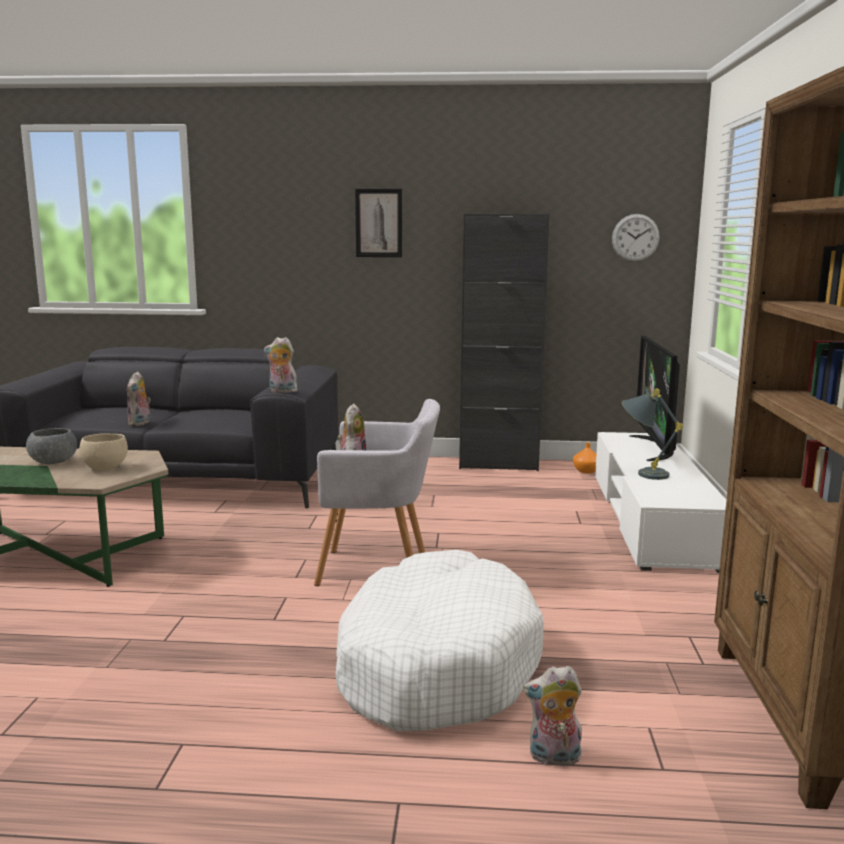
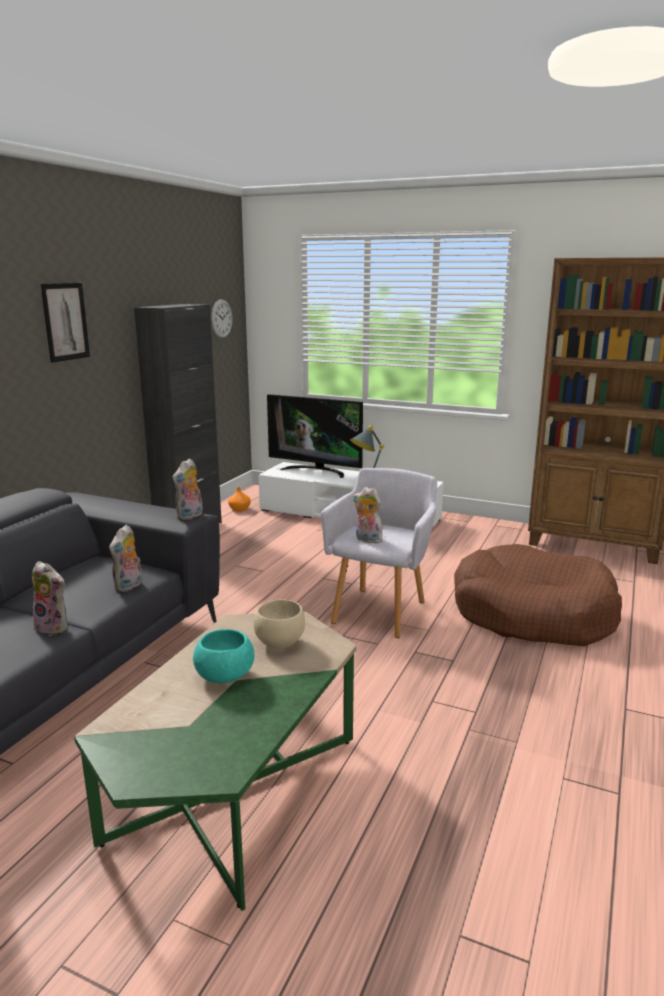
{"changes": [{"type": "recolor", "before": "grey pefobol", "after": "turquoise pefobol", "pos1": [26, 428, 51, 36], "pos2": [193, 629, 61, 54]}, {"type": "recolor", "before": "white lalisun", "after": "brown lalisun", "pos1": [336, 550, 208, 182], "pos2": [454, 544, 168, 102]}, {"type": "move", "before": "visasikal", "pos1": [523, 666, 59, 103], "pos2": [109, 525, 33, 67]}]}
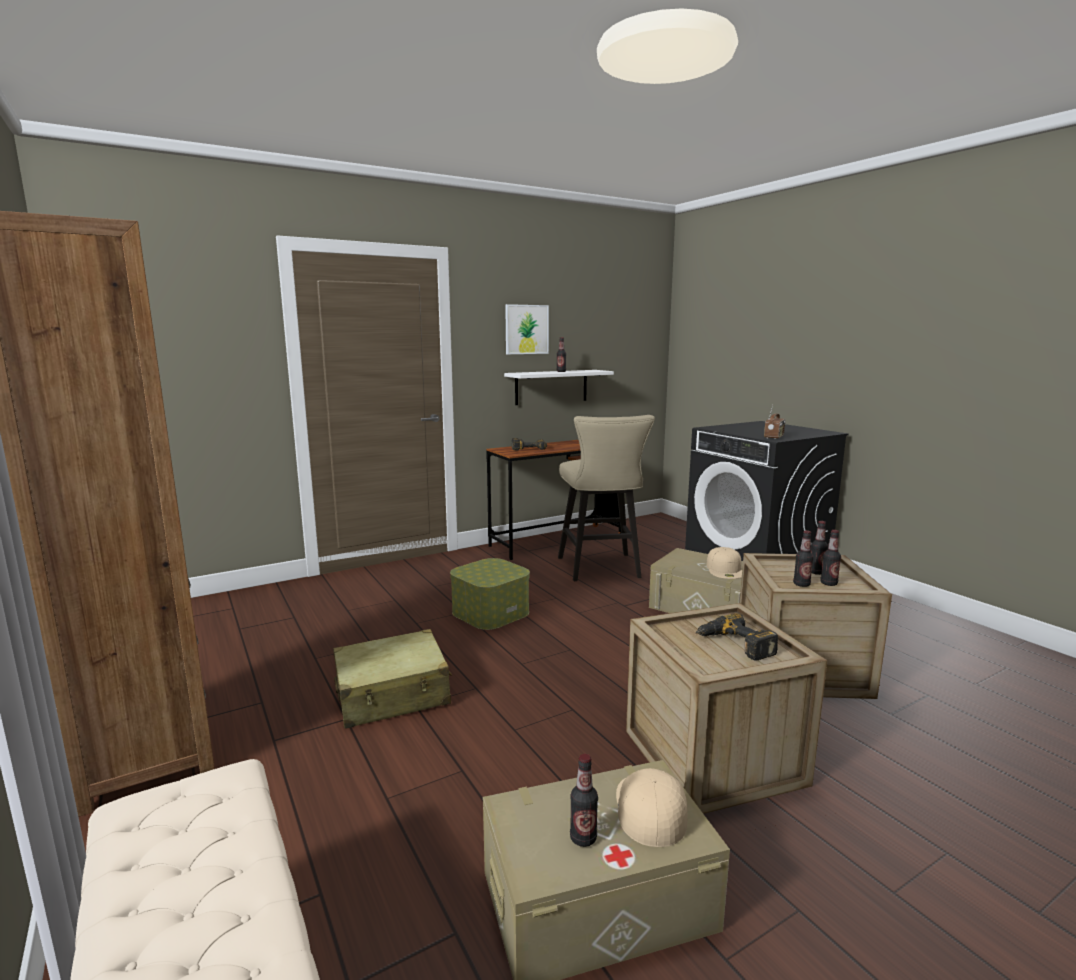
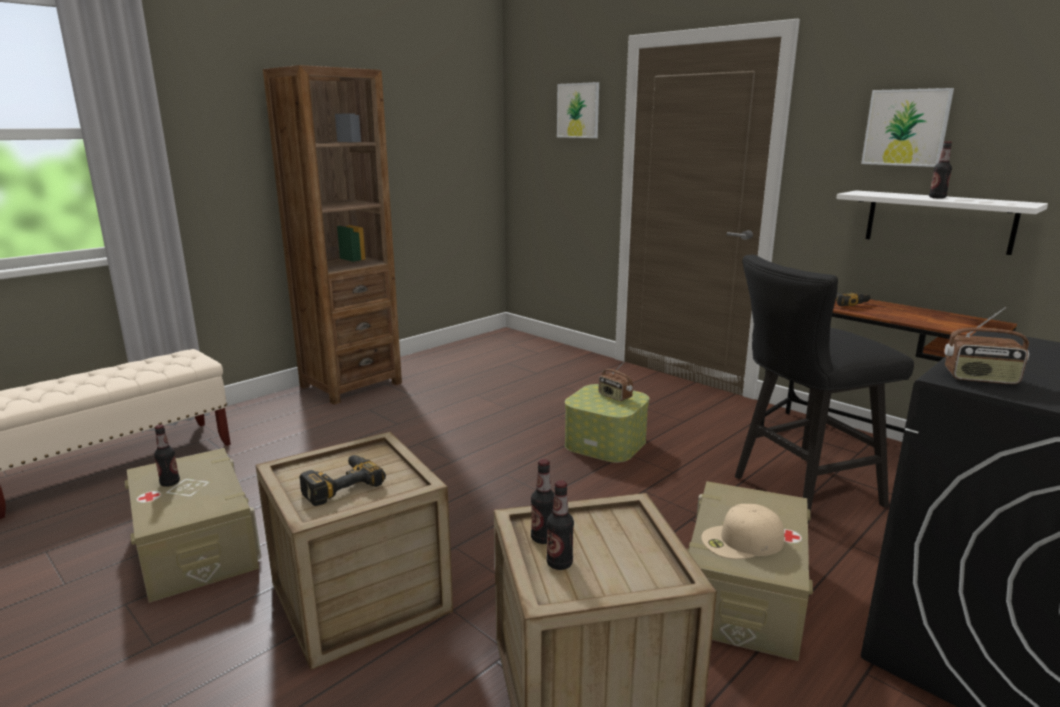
{"changes": [{"type": "delete", "before": "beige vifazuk", "pos1": [333, 629, 119, 100]}, {"type": "recolor", "before": "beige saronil", "after": "black saronil", "pos1": [558, 415, 97, 166], "pos2": [735, 255, 179, 269]}, {"type": "delete", "before": "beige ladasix", "pos1": [616, 768, 72, 79]}, {"type": "delete", "before": "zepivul", "pos1": [811, 521, 17, 54]}, {"type": "insert", "after": "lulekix", "pos2": [557, 82, 42, 56]}, {"type": "insert", "after": "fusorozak", "pos2": [599, 361, 34, 40]}]}
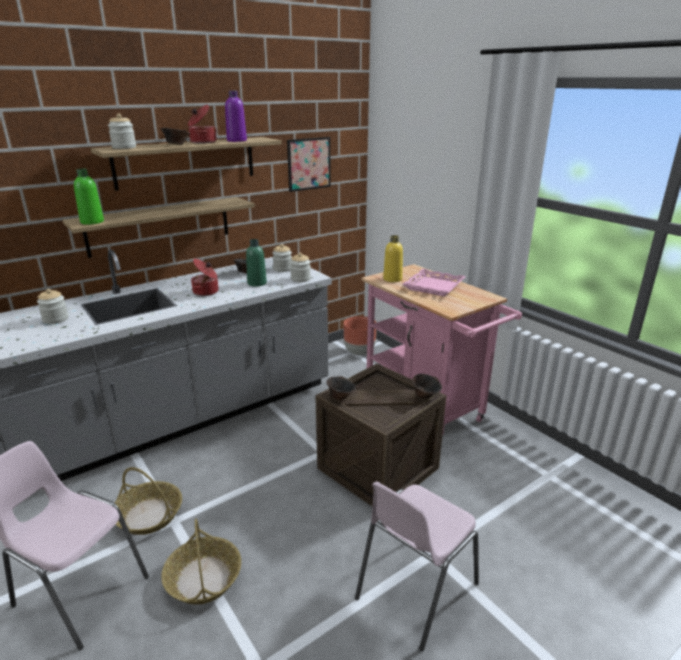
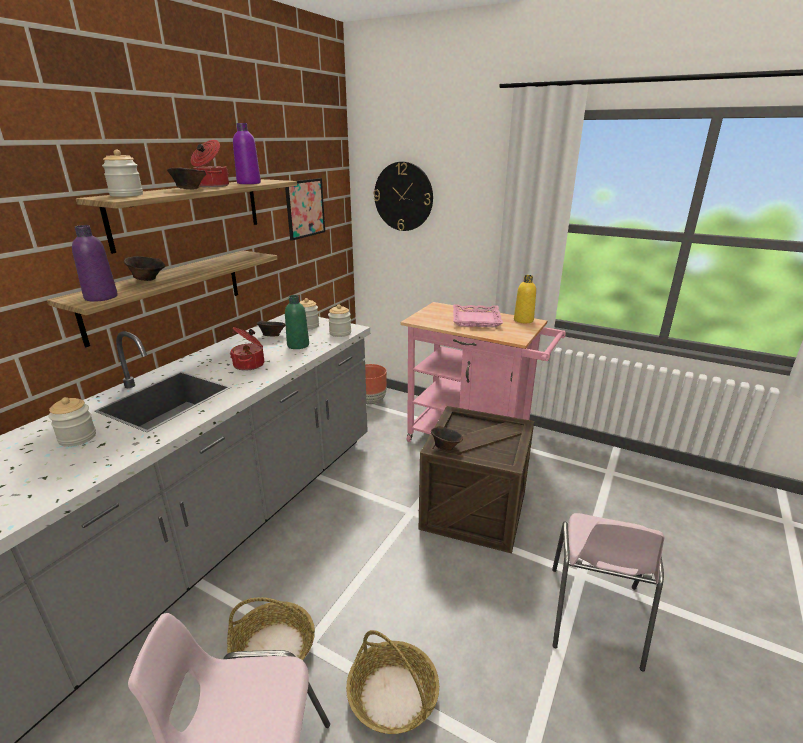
{"changes": [{"type": "recolor", "before": "green zepivul", "after": "purple zepivul", "pos1": [74, 169, 30, 56], "pos2": [72, 225, 46, 77]}, {"type": "move", "before": "yellow zepivul", "pos1": [383, 235, 20, 47], "pos2": [514, 275, 22, 48]}, {"type": "move", "before": "brown pefobol", "pos1": [412, 374, 30, 25], "pos2": [124, 256, 41, 25]}, {"type": "insert", "after": "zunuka", "pos2": [374, 162, 59, 69]}]}
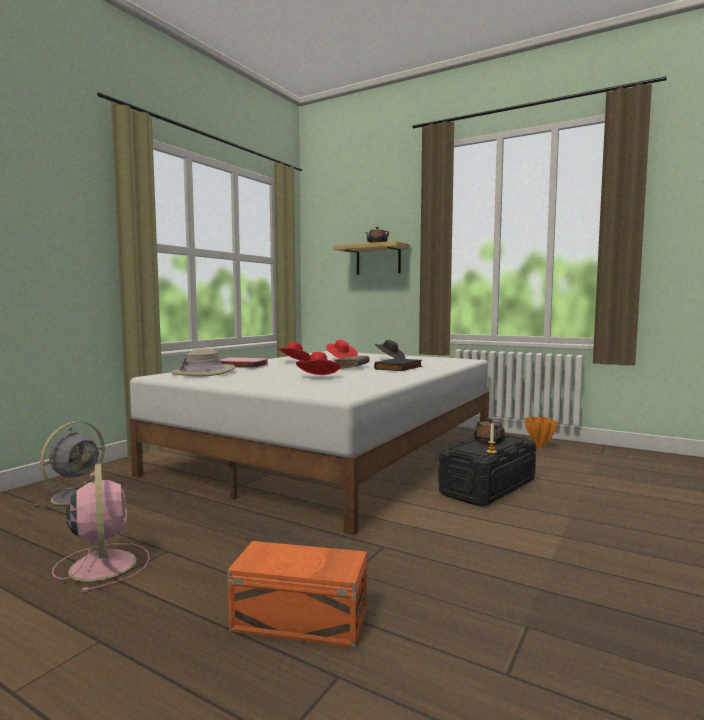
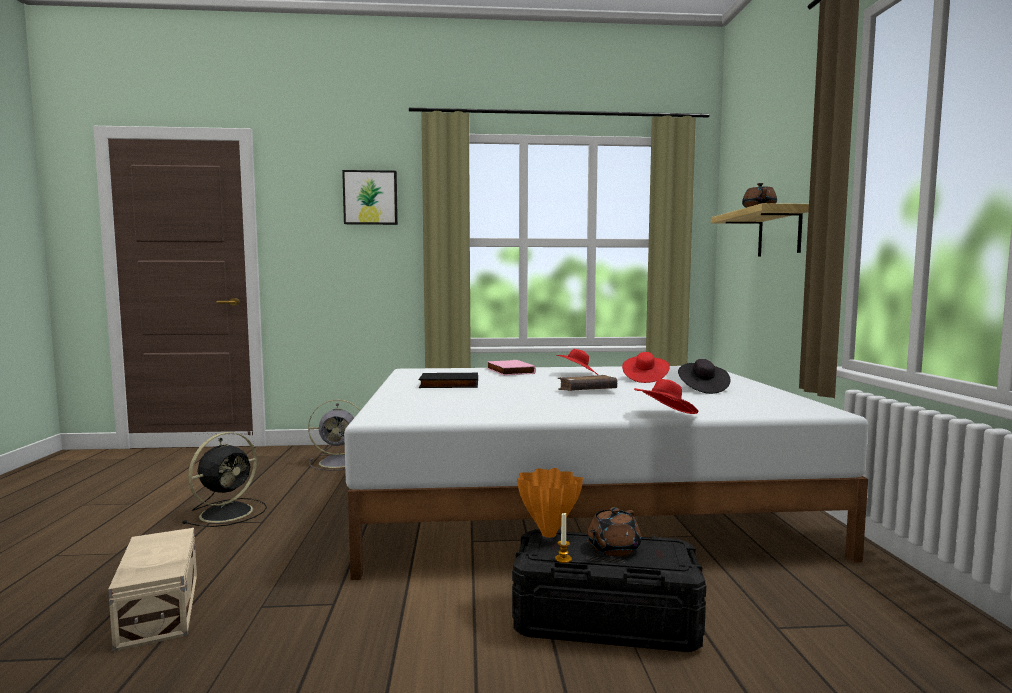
{"changes": [{"type": "recolor", "before": "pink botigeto", "after": "black botigeto", "pos1": [52, 464, 98, 129], "pos2": [182, 432, 85, 95]}, {"type": "delete", "before": "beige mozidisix", "pos1": [171, 348, 64, 28]}, {"type": "recolor", "before": "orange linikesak", "after": "beige linikesak", "pos1": [227, 541, 140, 106], "pos2": [108, 528, 89, 124]}, {"type": "move", "before": "red mozidisix", "pos1": [296, 352, 44, 23], "pos2": [634, 379, 64, 35]}, {"type": "move", "before": "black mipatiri", "pos1": [374, 358, 48, 13], "pos2": [419, 373, 59, 15]}, {"type": "move", "before": "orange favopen", "pos1": [525, 417, 33, 32], "pos2": [517, 468, 66, 70]}, {"type": "insert", "after": "lulekix", "pos2": [342, 170, 56, 55]}]}
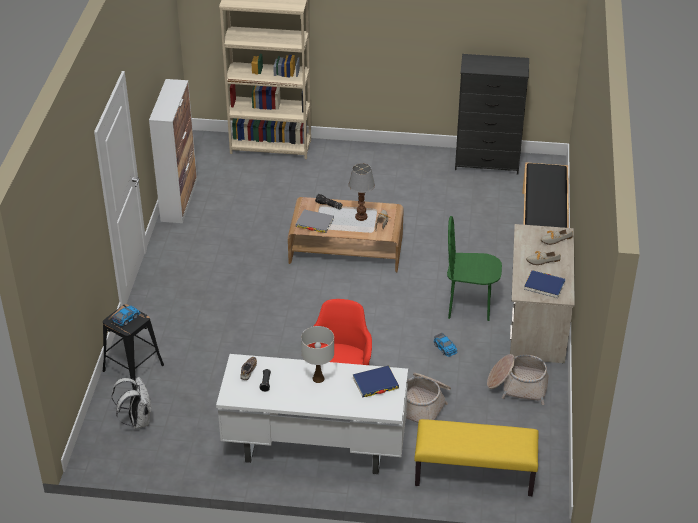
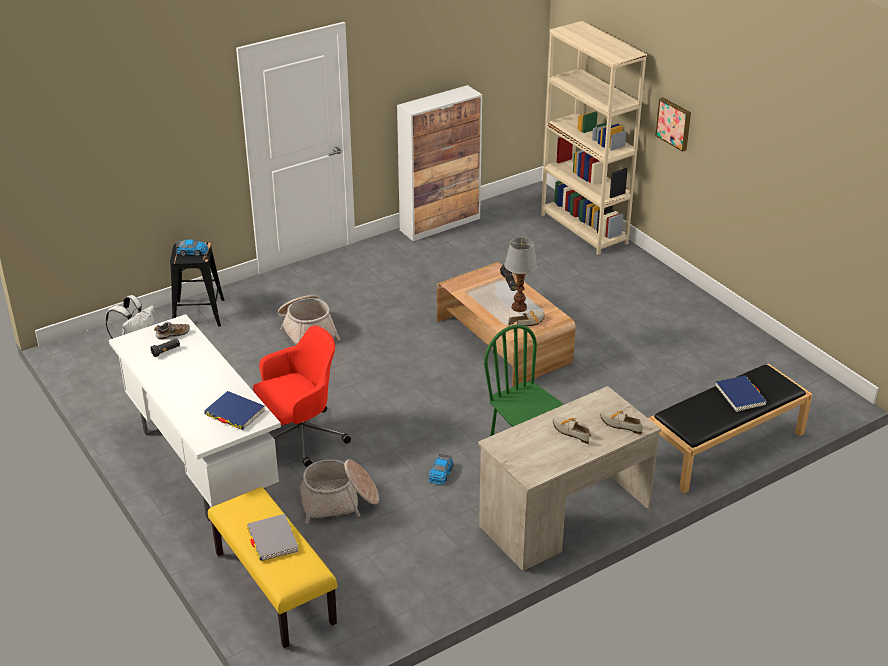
{"changes": [{"type": "move", "before": "grey mipatiri", "pos1": [296, 209, 38, 24], "pos2": [247, 514, 52, 47]}, {"type": "delete", "before": "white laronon", "pos1": [301, 326, 33, 57]}, {"type": "delete", "before": "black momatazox", "pos1": [455, 54, 74, 121]}, {"type": "move", "before": "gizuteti", "pos1": [487, 354, 62, 51], "pos2": [278, 295, 62, 50]}, {"type": "move", "before": "blue mipatiri", "pos1": [524, 270, 42, 28], "pos2": [716, 376, 51, 36]}, {"type": "insert", "after": "lulekix", "pos2": [655, 97, 36, 55]}]}
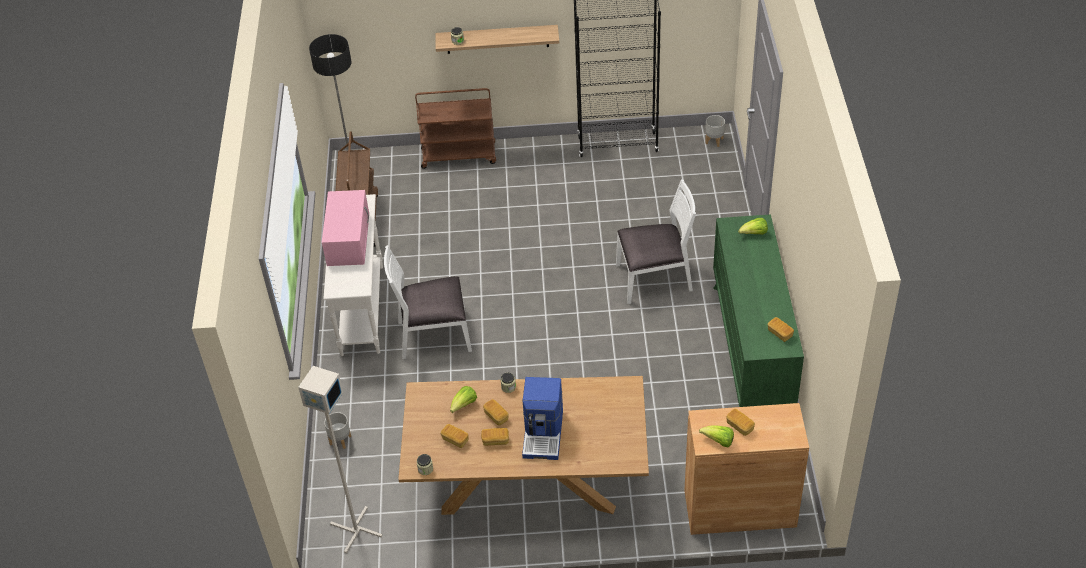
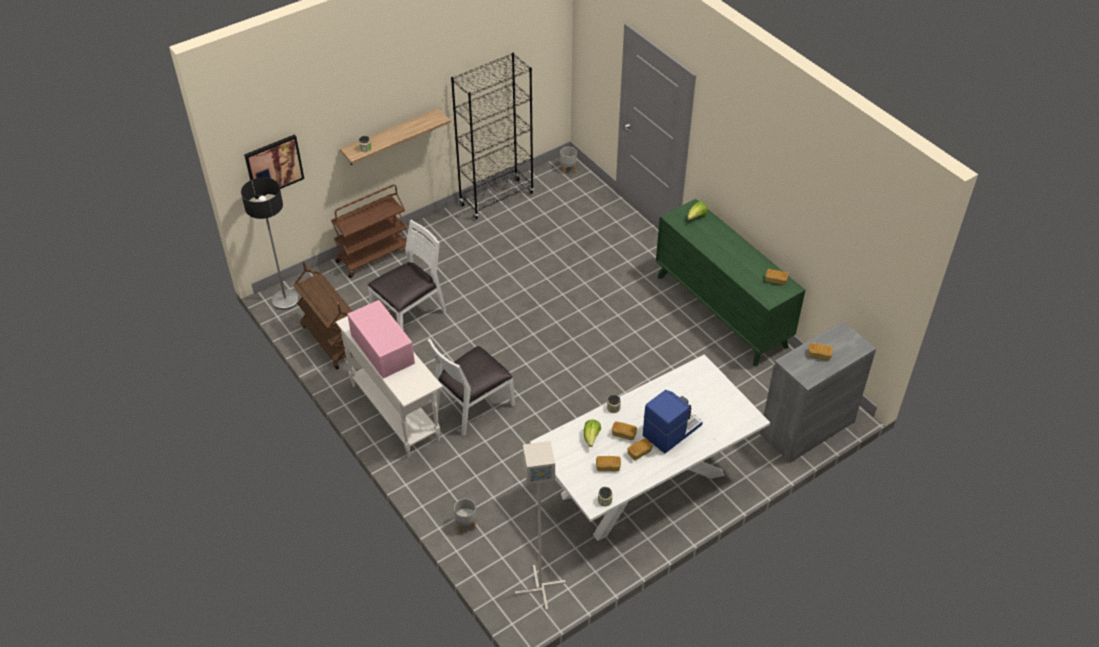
{"changes": [{"type": "recolor", "before": "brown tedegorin", "after": "white tedegorin", "pos1": [398, 376, 251, 139], "pos2": [530, 354, 240, 187]}, {"type": "rotate", "before": "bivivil", "pos1": [522, 377, 41, 83], "pos2": [643, 390, 60, 63], "turn": -105}, {"type": "move", "before": "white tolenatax", "pos1": [616, 180, 80, 124], "pos2": [368, 220, 78, 110]}, {"type": "recolor", "before": "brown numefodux", "after": "grey numefodux", "pos1": [684, 403, 125, 132], "pos2": [760, 321, 116, 142]}, {"type": "delete", "before": "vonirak", "pos1": [699, 425, 35, 22]}, {"type": "insert", "after": "lulekix", "pos2": [244, 135, 60, 64]}]}
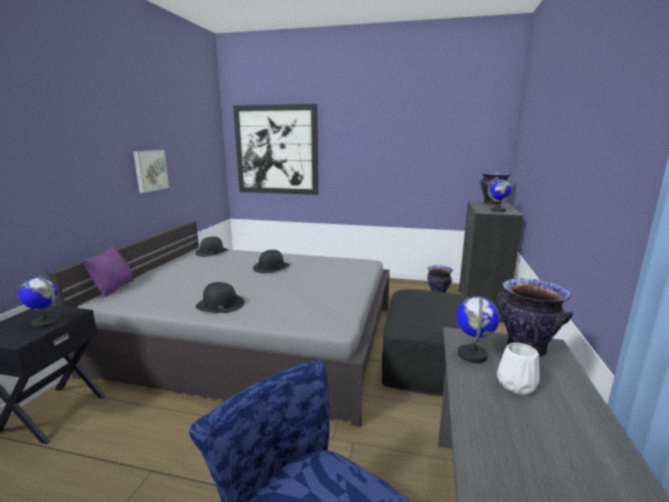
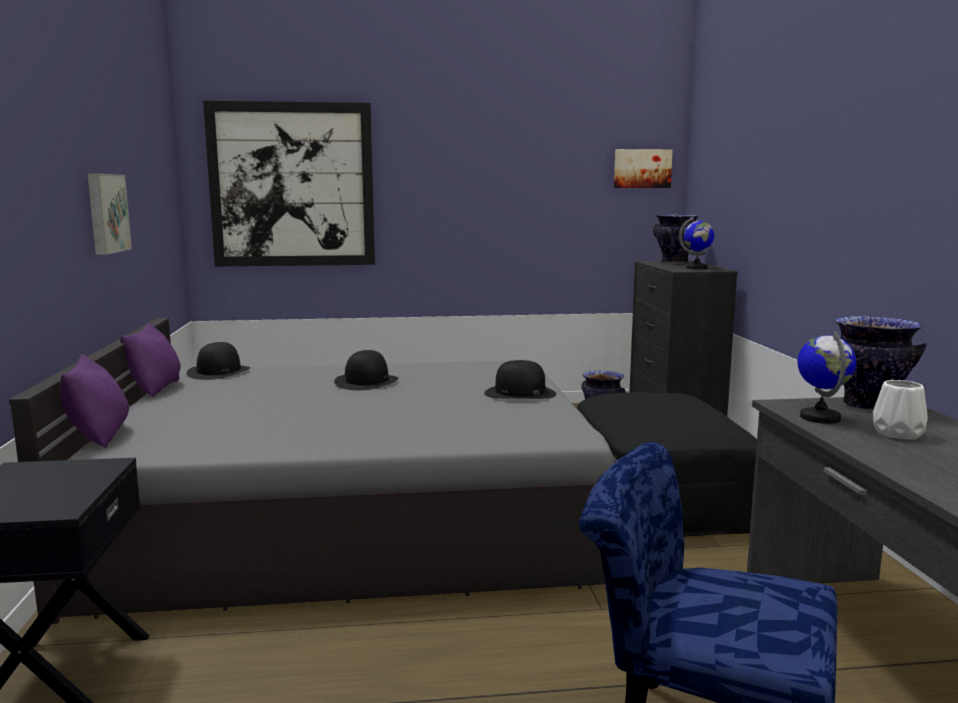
{"changes": [{"type": "delete", "before": "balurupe", "pos1": [18, 276, 40, 53]}, {"type": "move", "before": "black mozidisix", "pos1": [196, 282, 49, 31], "pos2": [484, 360, 73, 39]}, {"type": "insert", "after": "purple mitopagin", "pos2": [120, 322, 61, 75]}, {"type": "insert", "after": "lulekix", "pos2": [614, 149, 59, 39]}]}
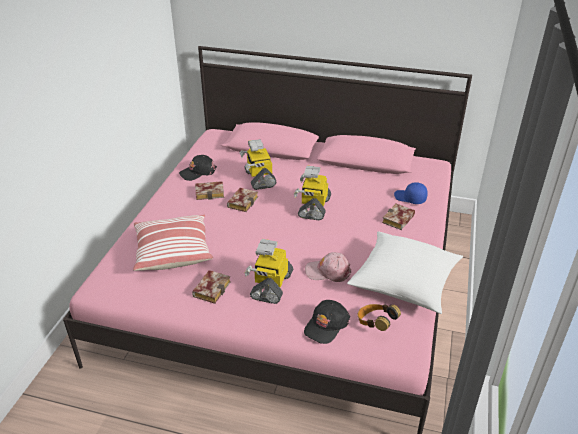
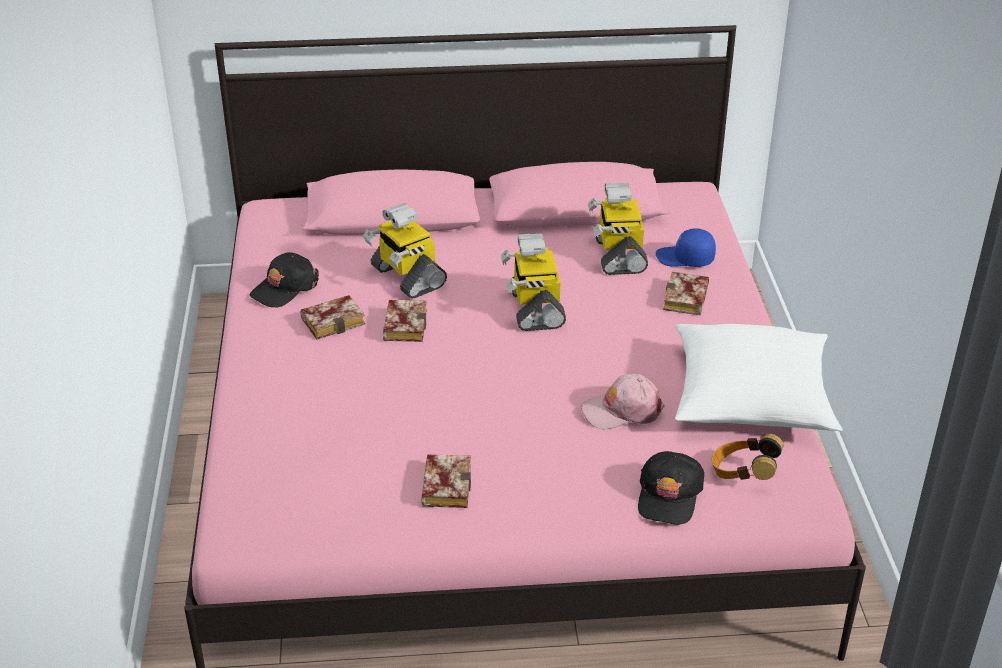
{"changes": [{"type": "delete", "before": "mitopagin", "pos1": [133, 214, 80, 57]}, {"type": "move", "before": "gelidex", "pos1": [245, 239, 48, 65], "pos2": [588, 183, 60, 92]}]}
